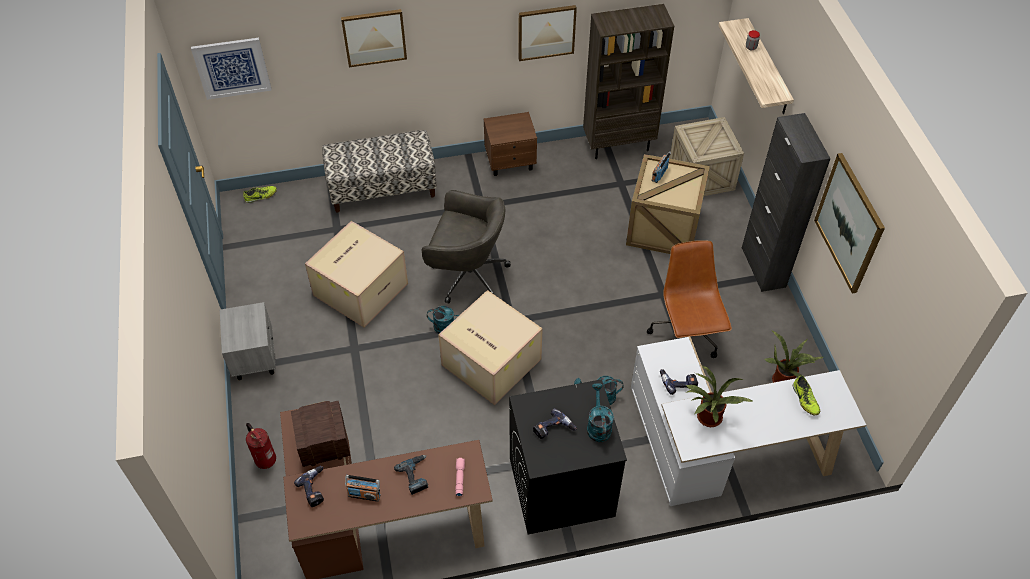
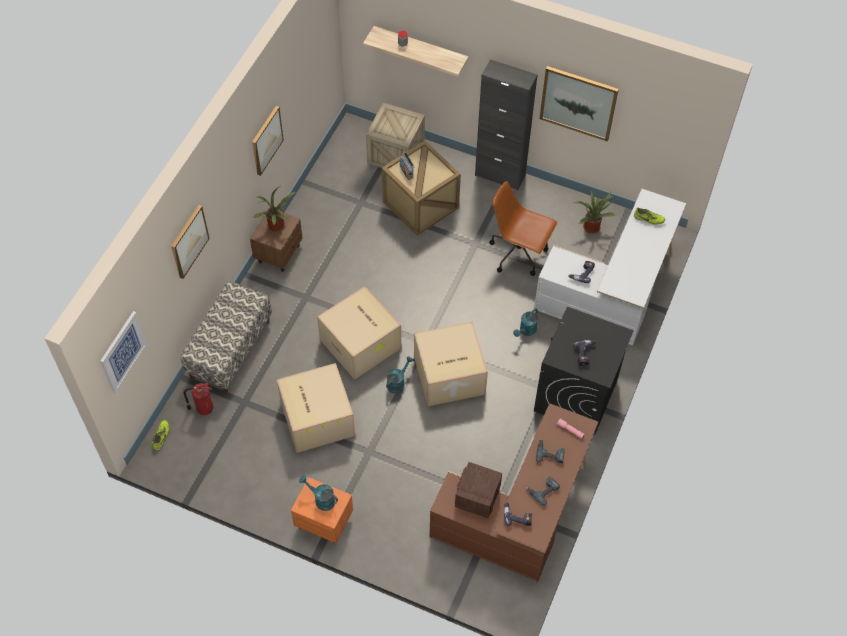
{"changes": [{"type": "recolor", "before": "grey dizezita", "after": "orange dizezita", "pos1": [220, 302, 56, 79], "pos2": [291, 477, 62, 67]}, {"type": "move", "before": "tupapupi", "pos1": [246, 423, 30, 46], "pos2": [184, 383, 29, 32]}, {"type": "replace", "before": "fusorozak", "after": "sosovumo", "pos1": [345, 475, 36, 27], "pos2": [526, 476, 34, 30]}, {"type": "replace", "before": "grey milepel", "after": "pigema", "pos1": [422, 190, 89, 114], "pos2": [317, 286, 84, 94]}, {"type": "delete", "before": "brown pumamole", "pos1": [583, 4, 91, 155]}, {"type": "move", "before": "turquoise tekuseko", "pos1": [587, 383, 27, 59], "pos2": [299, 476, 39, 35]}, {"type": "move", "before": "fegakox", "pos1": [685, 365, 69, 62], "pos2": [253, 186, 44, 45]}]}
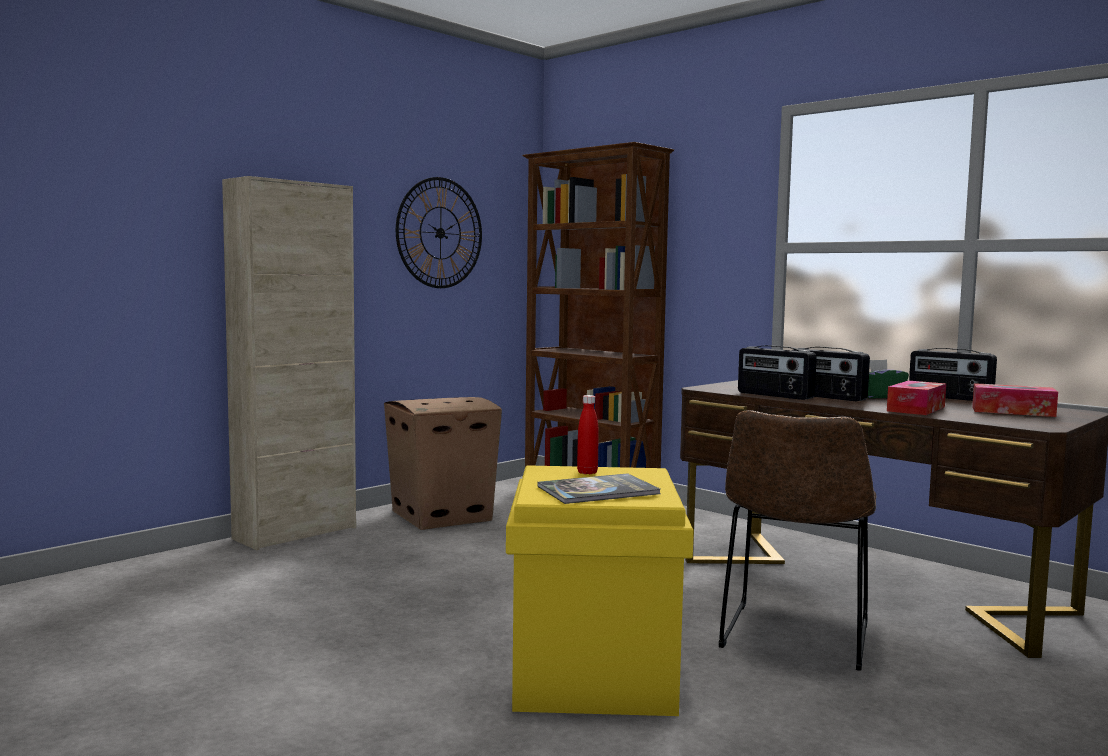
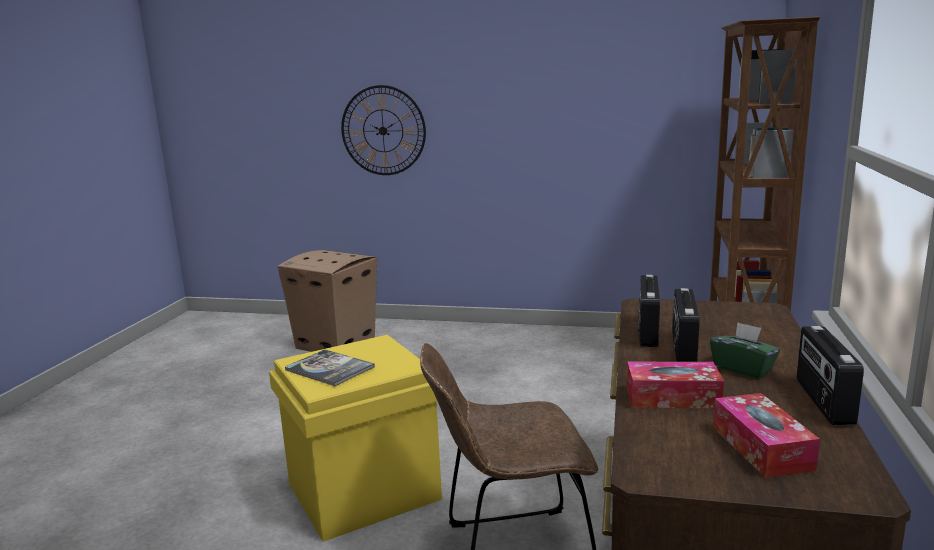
{"changes": [{"type": "delete", "before": "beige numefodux", "pos1": [222, 176, 134, 374]}, {"type": "move", "before": "pigema", "pos1": [384, 397, 118, 133], "pos2": [278, 250, 99, 102]}, {"type": "move", "before": "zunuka", "pos1": [396, 177, 86, 111], "pos2": [341, 85, 85, 90]}, {"type": "delete", "before": "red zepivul", "pos1": [577, 395, 22, 79]}]}
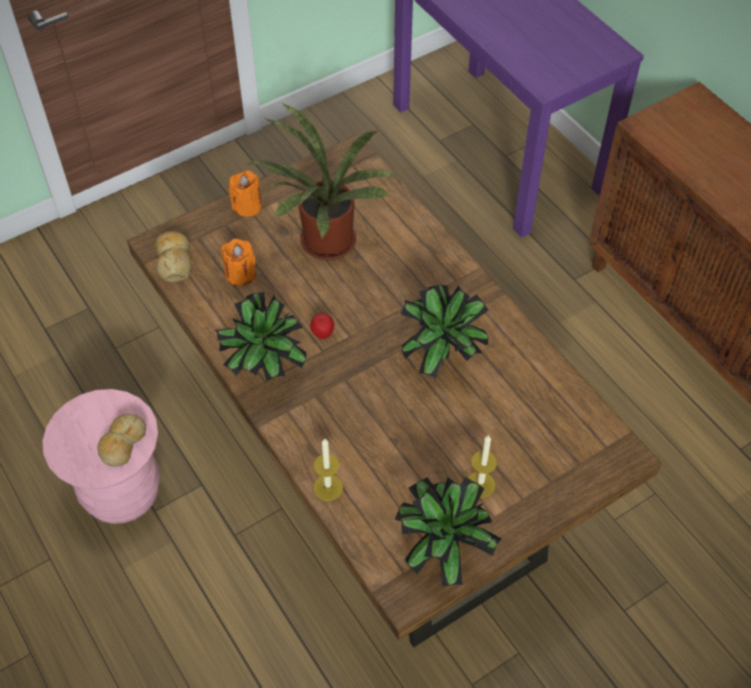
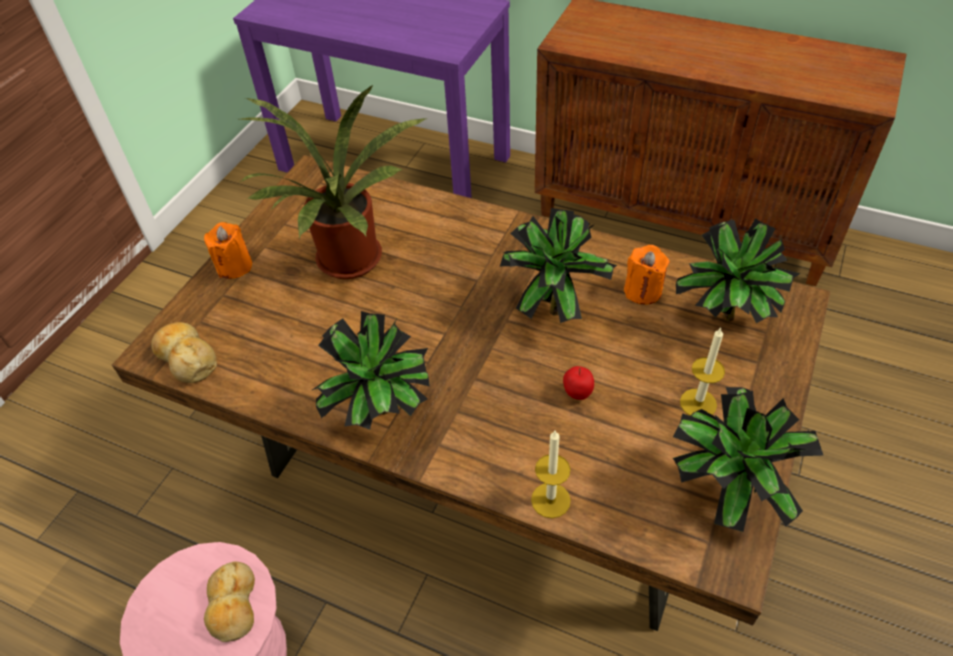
{"changes": [{"type": "move", "before": "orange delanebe", "pos1": [221, 238, 35, 48], "pos2": [624, 245, 45, 59]}, {"type": "move", "before": "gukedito", "pos1": [310, 313, 24, 26], "pos2": [563, 366, 31, 34]}, {"type": "insert", "after": "fegakox", "pos2": [676, 219, 124, 104]}]}
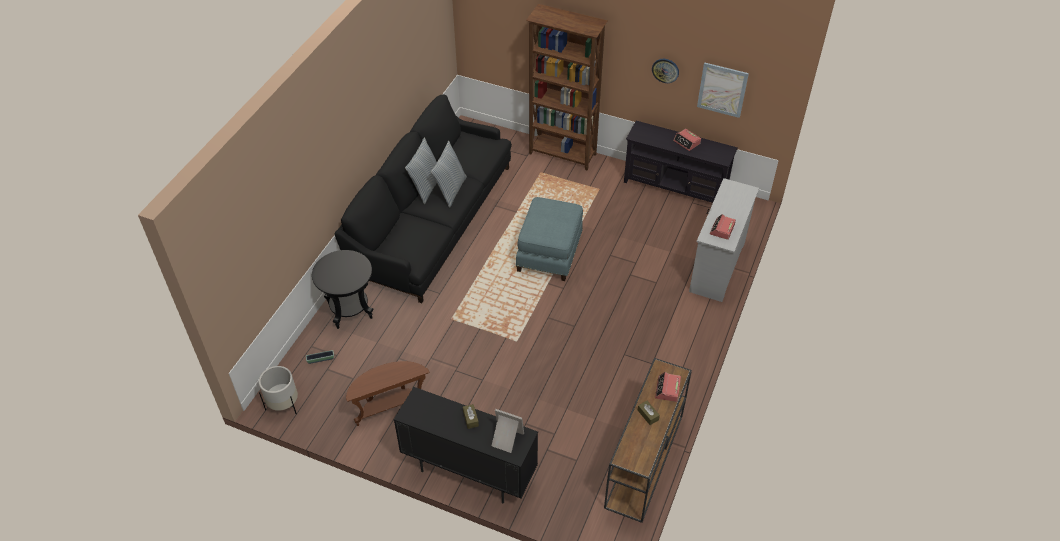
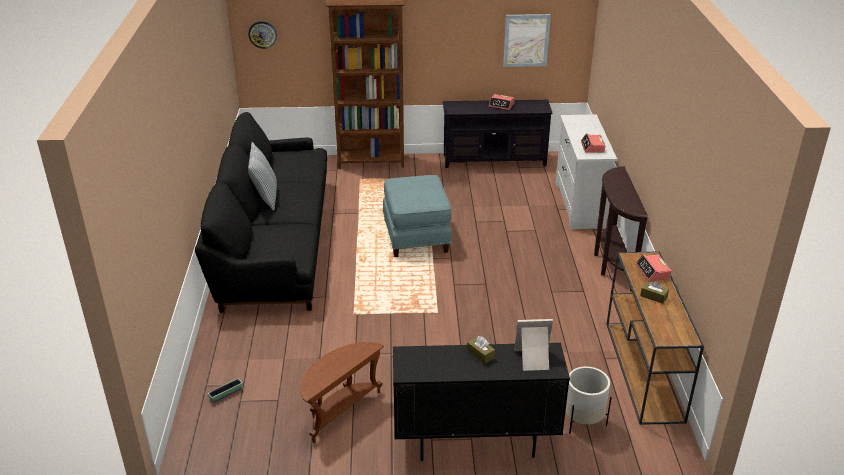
{"changes": [{"type": "move", "before": "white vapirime", "pos1": [259, 366, 39, 48], "pos2": [565, 366, 47, 68]}, {"type": "delete", "before": "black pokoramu", "pos1": [312, 250, 61, 79]}, {"type": "delete", "before": "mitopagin", "pos1": [431, 141, 36, 67]}, {"type": "move", "before": "zunuka", "pos1": [652, 59, 27, 24], "pos2": [248, 21, 29, 28]}, {"type": "insert", "after": "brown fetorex", "pos2": [594, 166, 54, 126]}]}
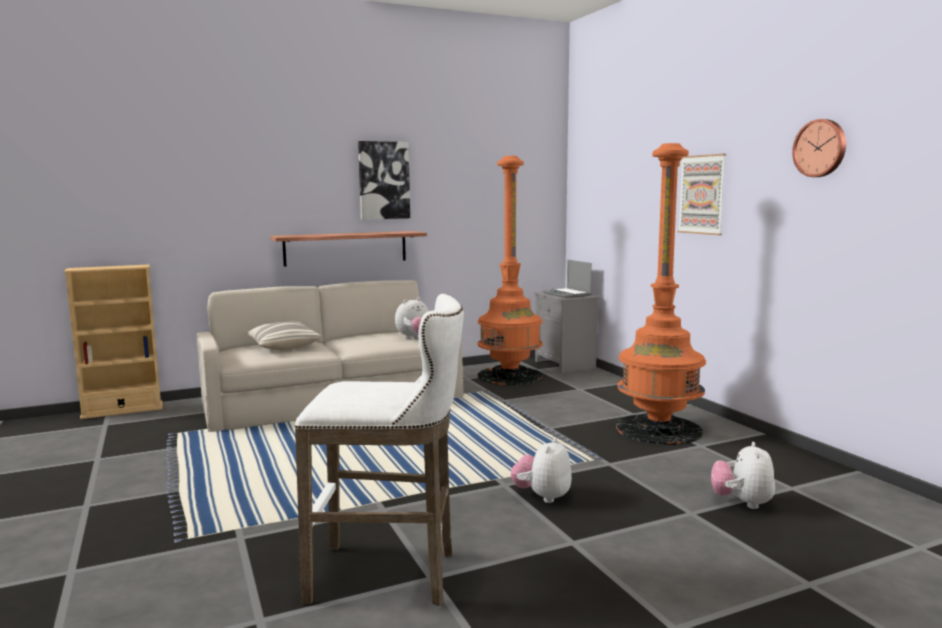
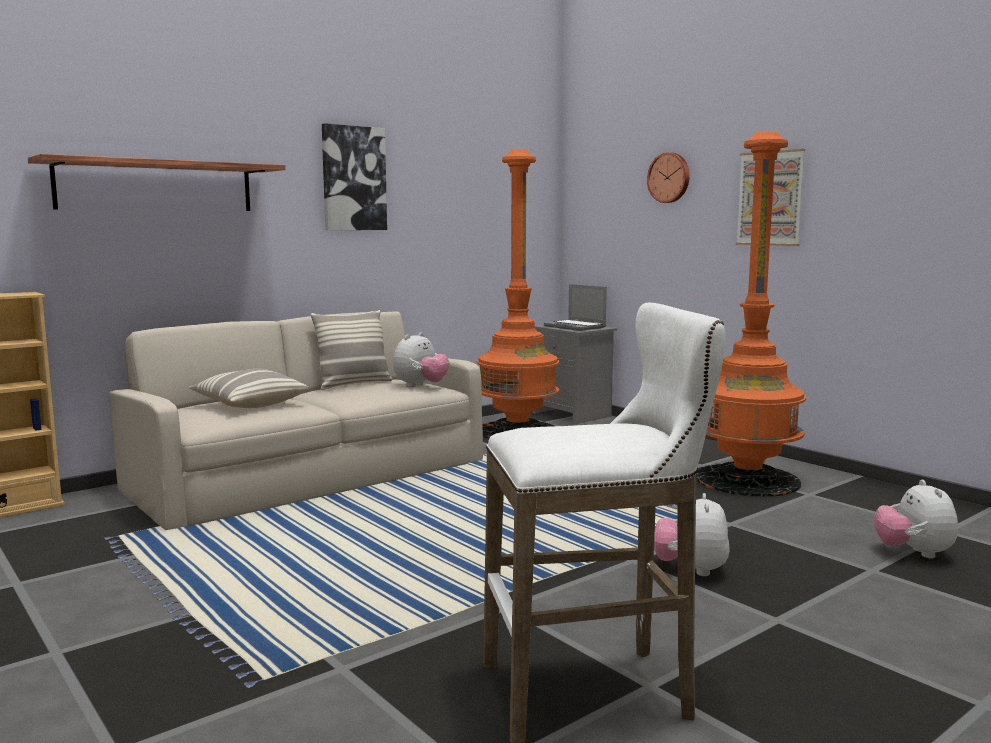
{"changes": [{"type": "move", "before": "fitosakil", "pos1": [270, 231, 157, 35], "pos2": [28, 154, 258, 57]}, {"type": "move", "before": "zunuka", "pos1": [792, 119, 54, 58], "pos2": [647, 152, 43, 51]}, {"type": "insert", "after": "mitopagin", "pos2": [311, 310, 81, 80]}]}
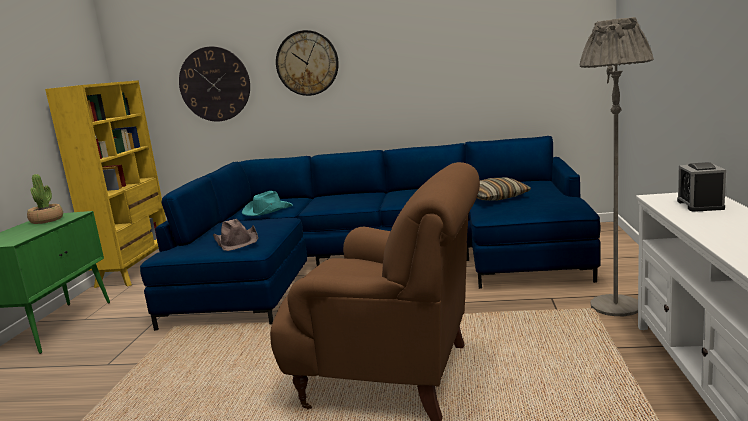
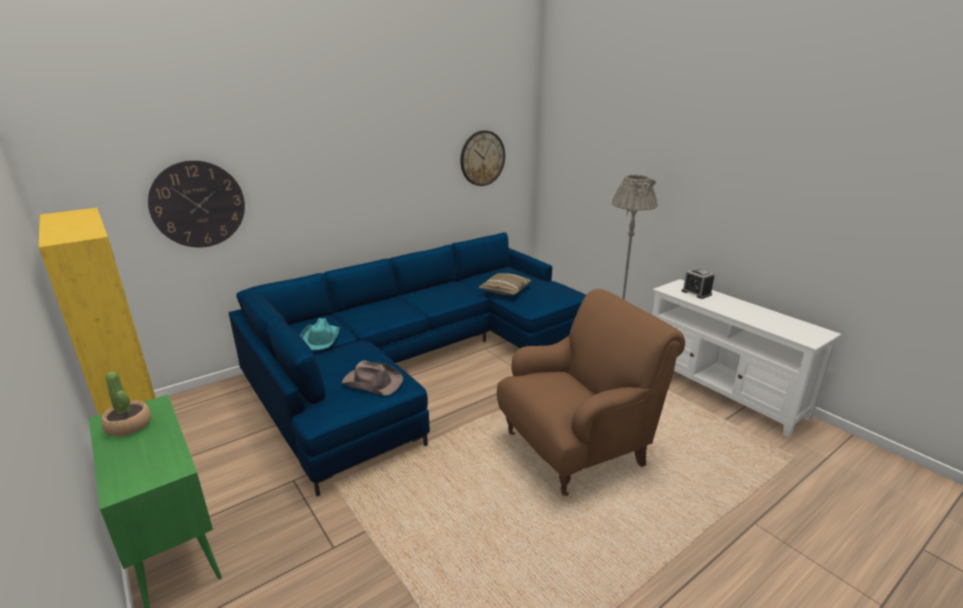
{"changes": [{"type": "move", "before": "zunuka", "pos1": [276, 30, 63, 66], "pos2": [460, 130, 45, 56]}]}
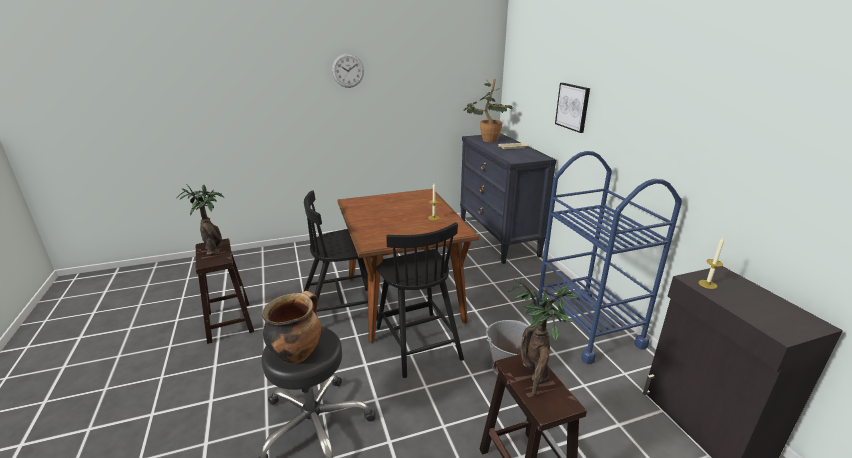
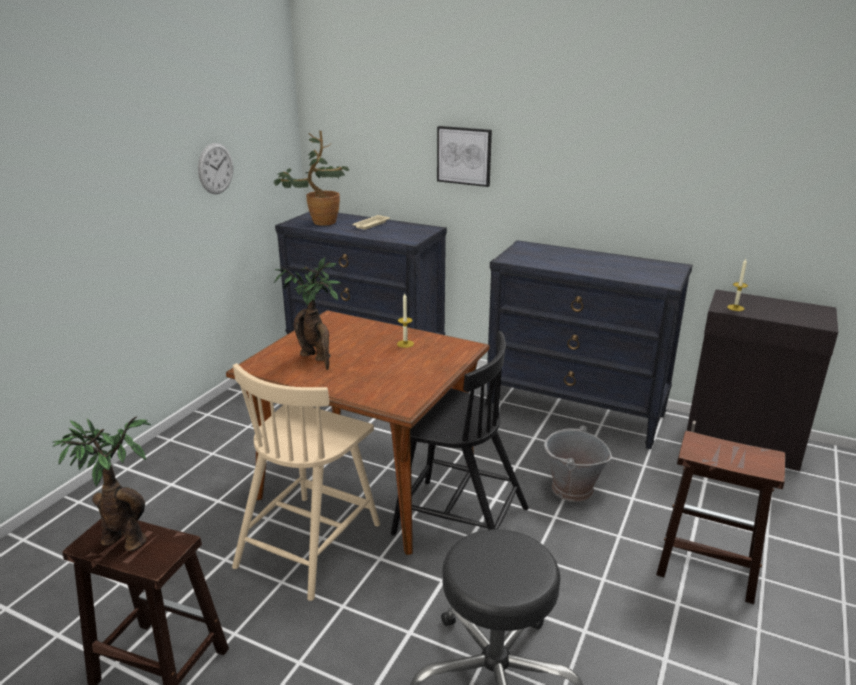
{"changes": [{"type": "delete", "before": "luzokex", "pos1": [262, 291, 59, 73]}, {"type": "recolor", "before": "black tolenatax", "after": "beige tolenatax", "pos1": [304, 190, 75, 131], "pos2": [232, 363, 148, 238]}, {"type": "move", "before": "zunuka", "pos1": [332, 54, 32, 34], "pos2": [198, 143, 35, 51]}, {"type": "move", "before": "fegakox", "pos1": [507, 279, 73, 118], "pos2": [274, 257, 68, 112]}, {"type": "replace", "before": "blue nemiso", "after": "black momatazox", "pos1": [533, 151, 149, 213], "pos2": [487, 240, 206, 209]}]}
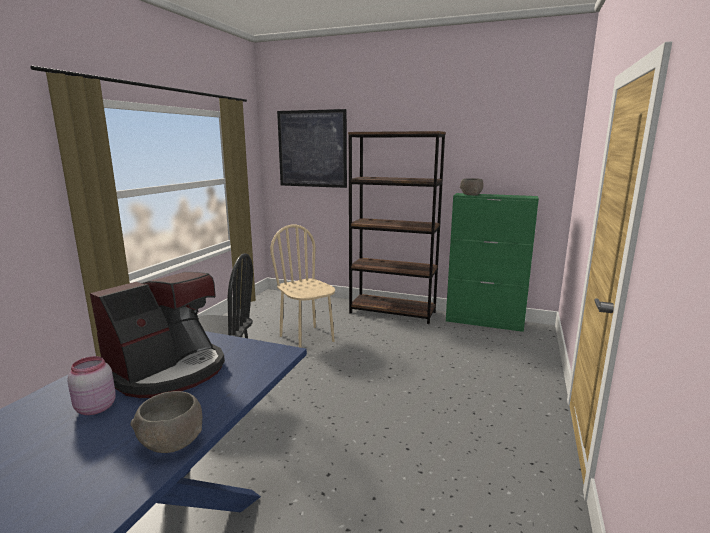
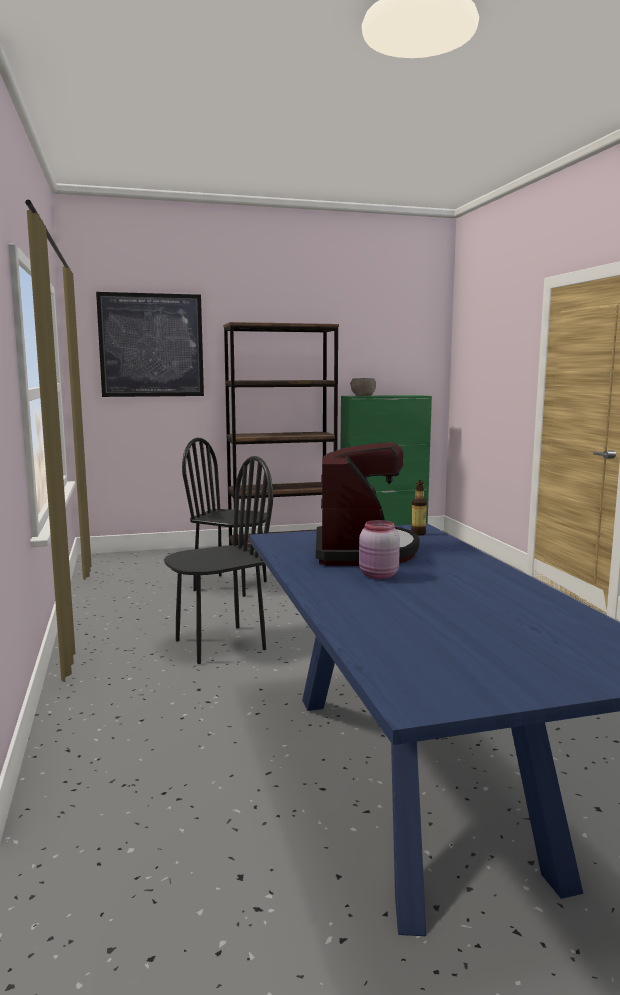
{"changes": [{"type": "delete", "before": "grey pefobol", "pos1": [130, 391, 72, 62]}, {"type": "recolor", "before": "beige tolenatax", "after": "black tolenatax", "pos1": [270, 225, 65, 123], "pos2": [182, 438, 85, 159]}, {"type": "insert", "after": "zepivul", "pos2": [411, 481, 16, 55]}]}
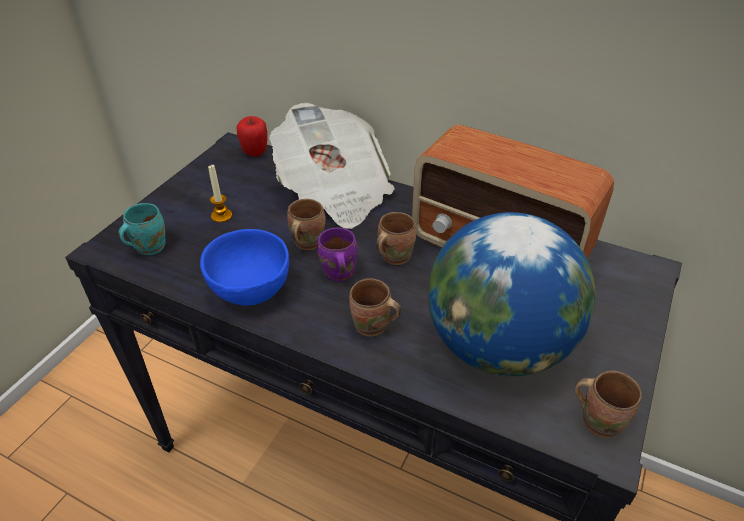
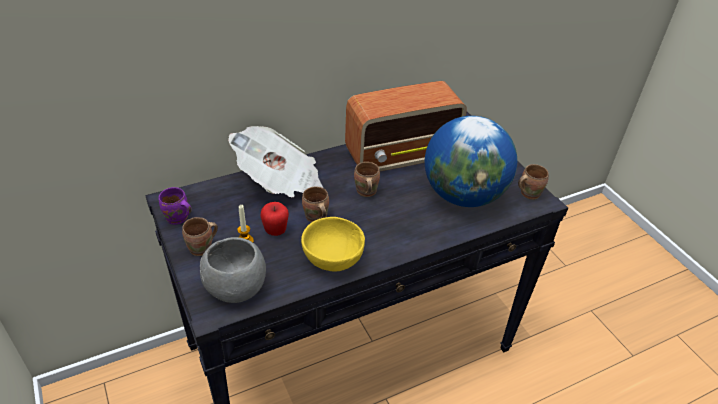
{"changes": [{"type": "replace", "before": "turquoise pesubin", "after": "grey pefobol", "pos1": [118, 203, 47, 52], "pos2": [200, 237, 66, 66]}, {"type": "recolor", "before": "blue pefobol", "after": "yellow pefobol", "pos1": [200, 229, 89, 77], "pos2": [301, 217, 64, 54]}, {"type": "move", "before": "gukedito", "pos1": [236, 116, 31, 40], "pos2": [261, 202, 28, 34]}, {"type": "move", "before": "purple pesubin", "pos1": [317, 228, 40, 53], "pos2": [158, 187, 34, 38]}, {"type": "move", "before": "brown pesubin", "pos1": [349, 278, 52, 59], "pos2": [182, 217, 36, 39]}]}
